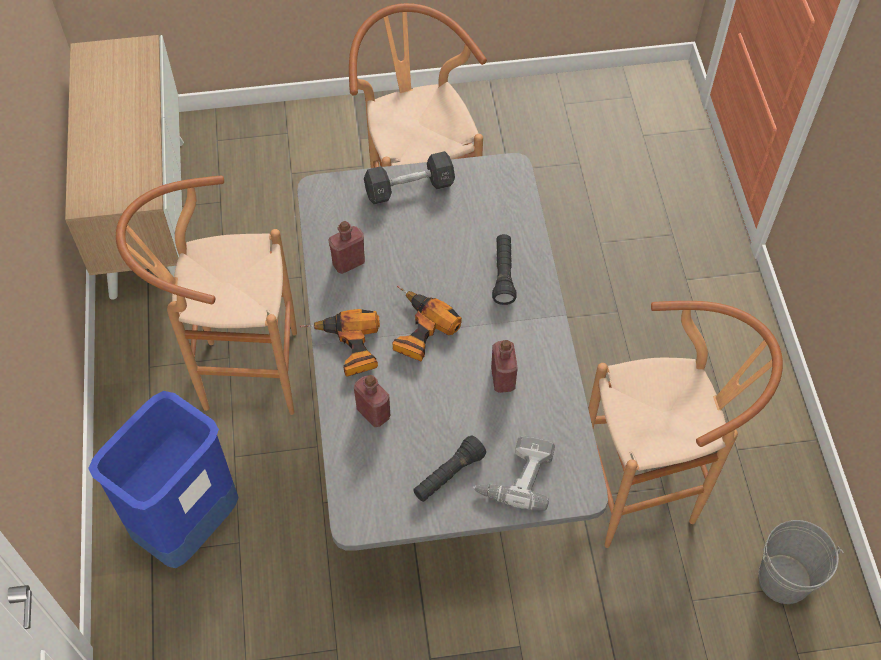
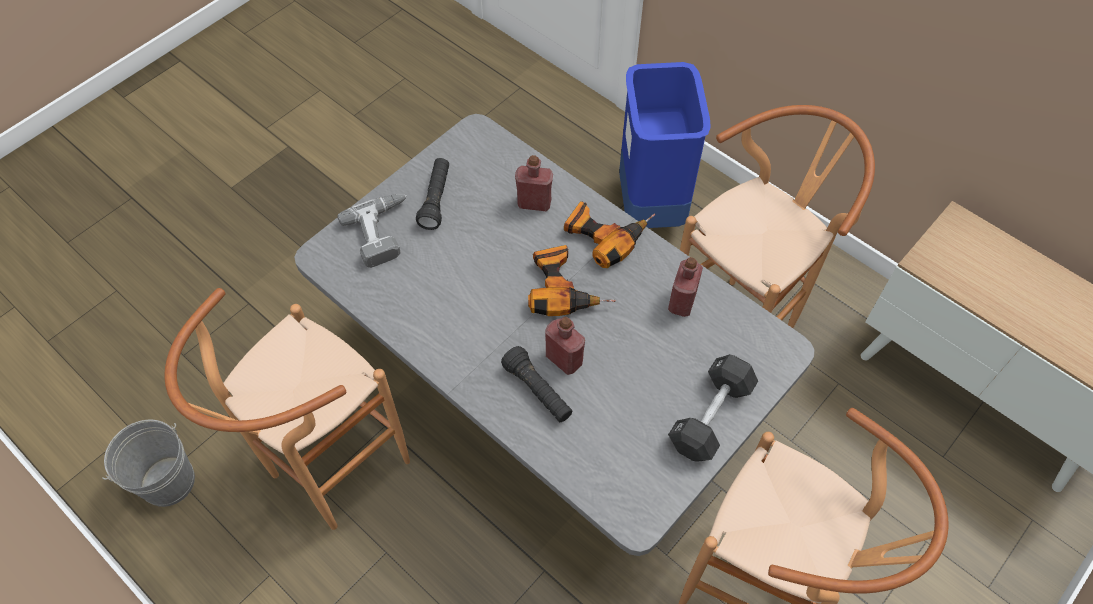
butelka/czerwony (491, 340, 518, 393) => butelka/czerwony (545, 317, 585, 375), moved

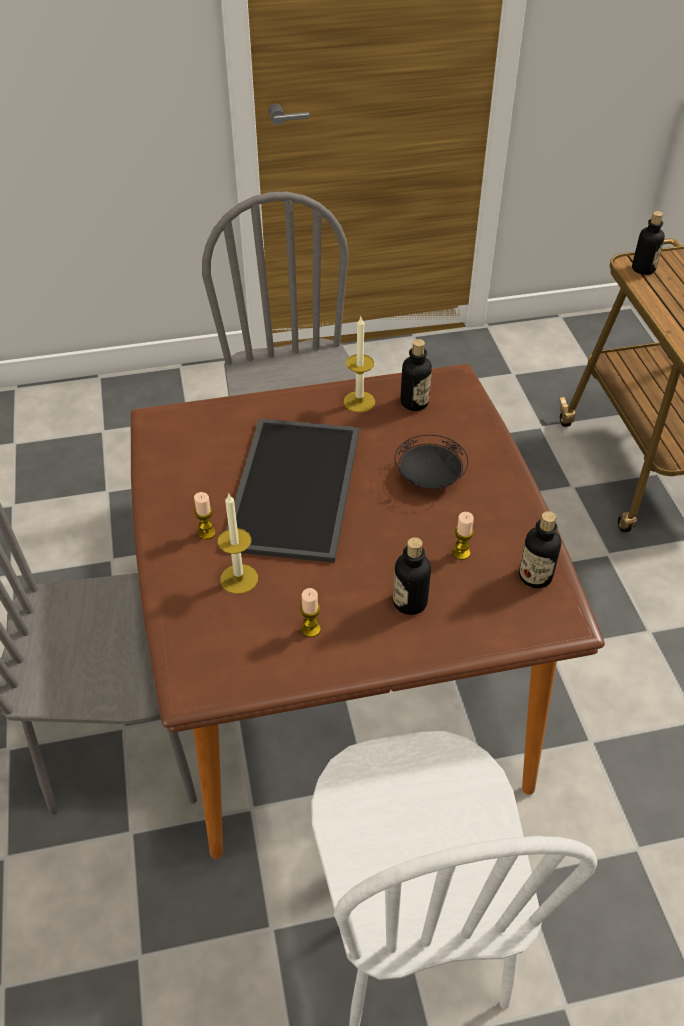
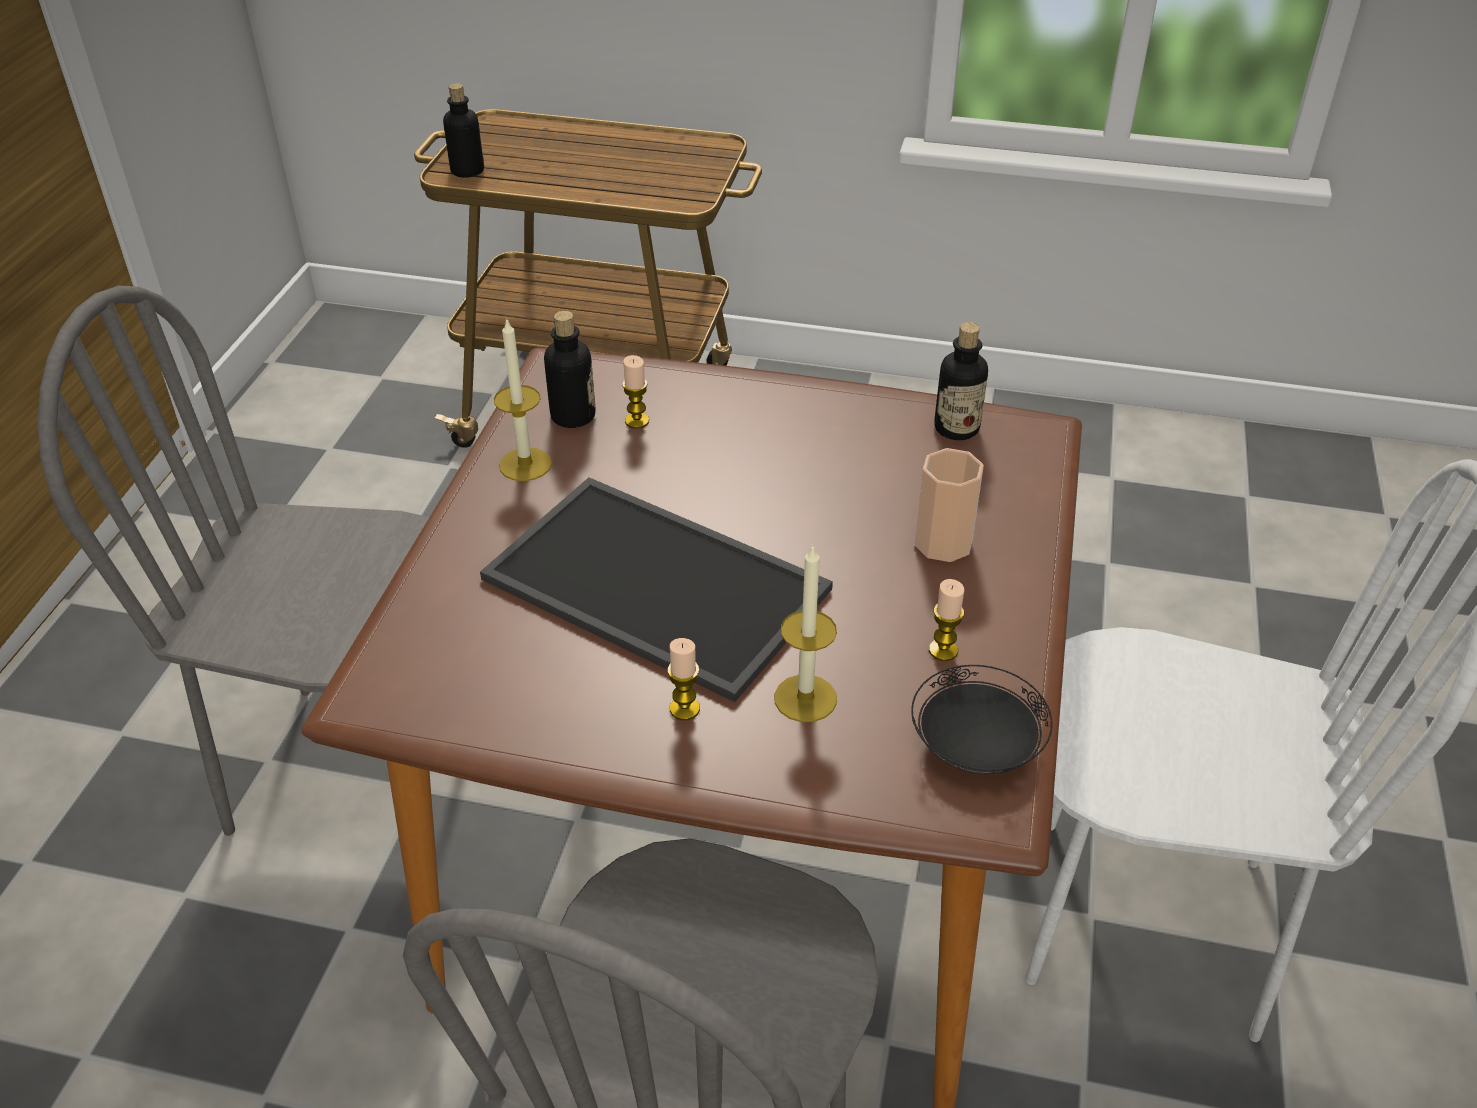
talerz/czarny (395, 435, 468, 489) => talerz/czarny (911, 665, 1053, 774), moved
świeca (452, 512, 474, 560) => świeca (622, 355, 649, 429), moved
butelka (393, 537, 431, 615) => filiżanka (914, 448, 984, 562)

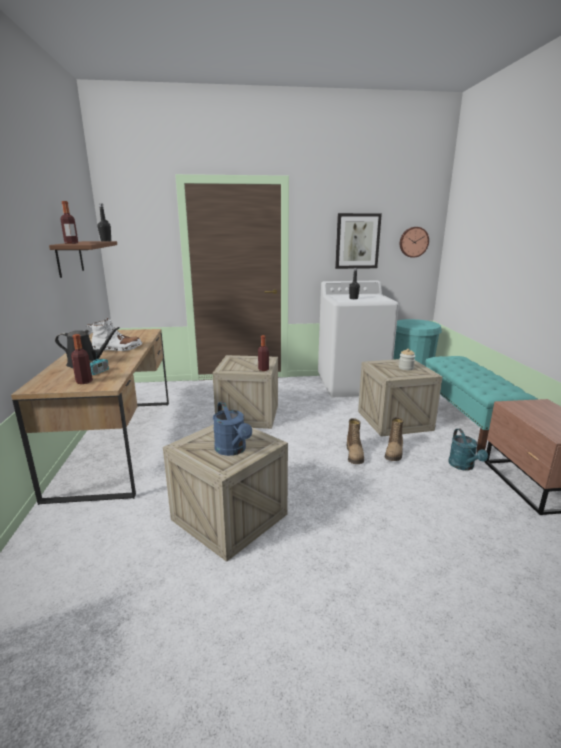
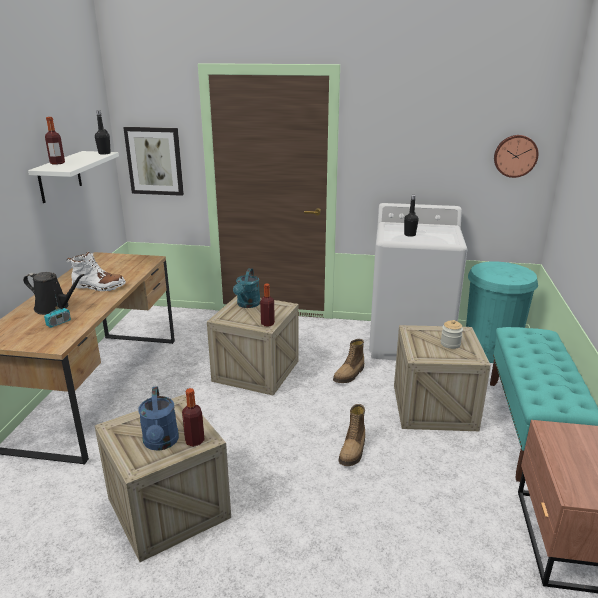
obraz (335, 213, 382, 269) => obraz (123, 127, 184, 196), moved
półka/brązowy (49, 241, 117, 278) => półka/biały (28, 151, 119, 203)
butelka (71, 334, 93, 384) => butelka (182, 388, 205, 447), moved
but z cholewką (385, 417, 404, 461) => but z cholewką (333, 339, 364, 383), moved
konewka/turkusowy (448, 429, 488, 471) => konewka/turkusowy (233, 268, 261, 308), moved

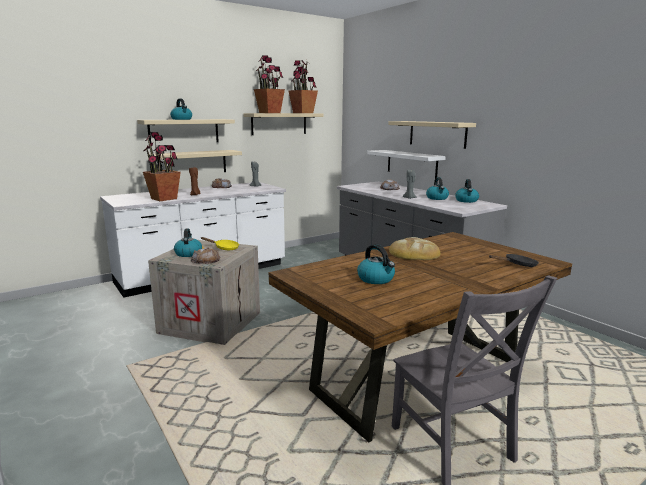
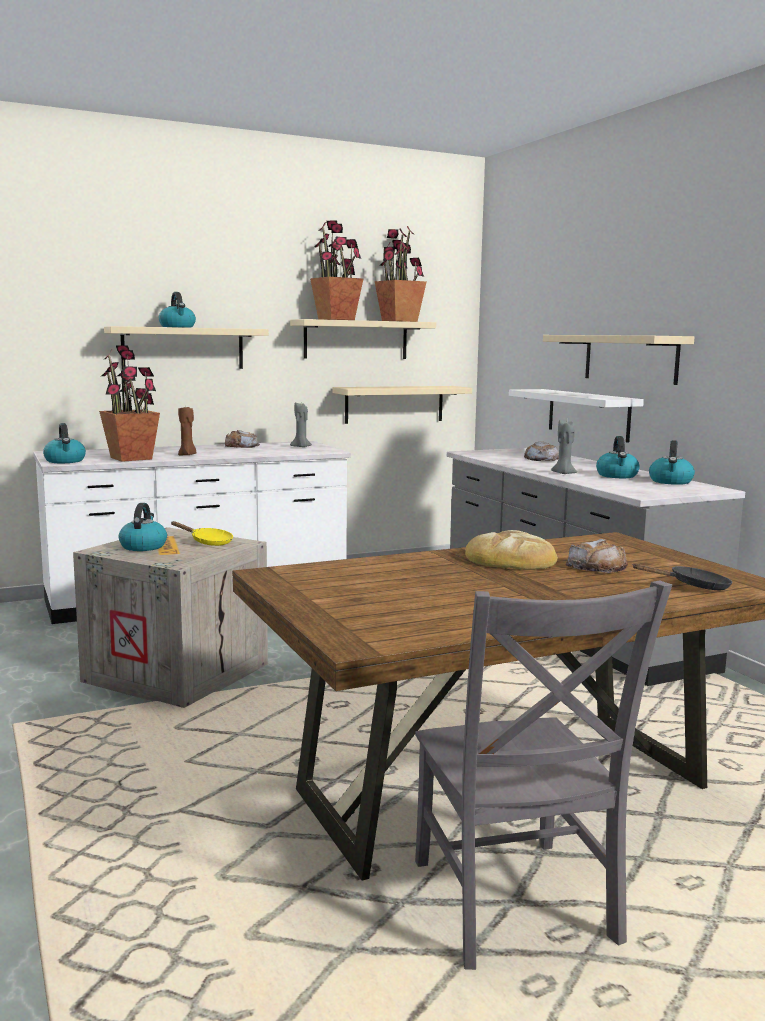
półka/beżowy (149, 150, 242, 172) => półka/beżowy (332, 386, 472, 424), moved
czajnik (357, 244, 395, 284) => czajnik (43, 423, 86, 463), moved
chleb (191, 247, 220, 264) => chleb (566, 539, 628, 573), moved

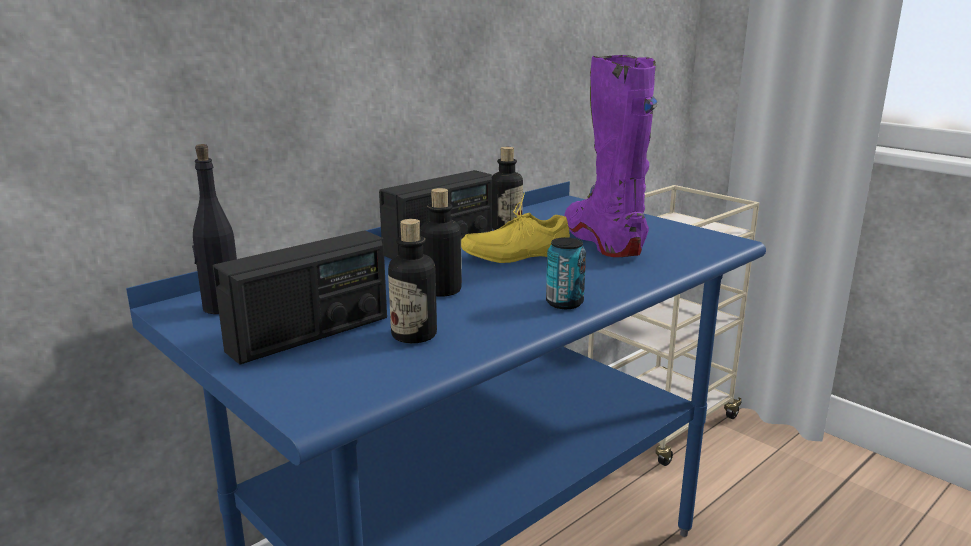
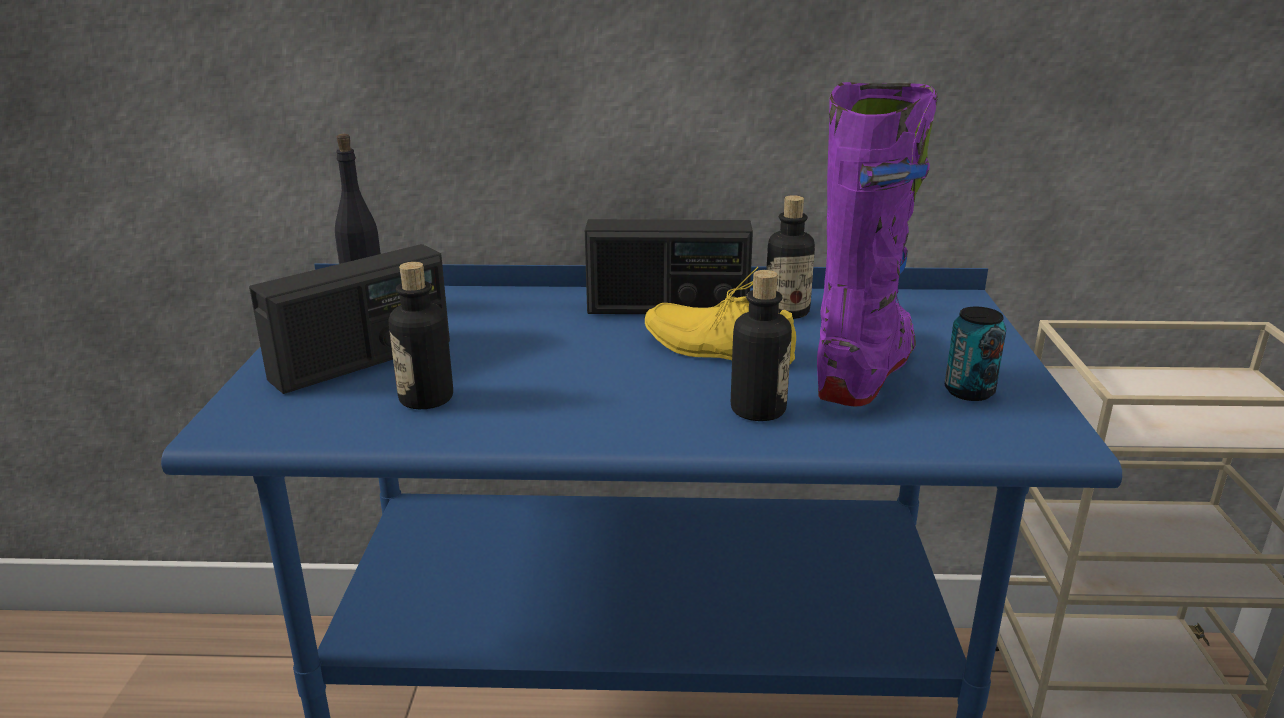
butelka (420, 188, 462, 297) => butelka (731, 270, 792, 421), moved
radio (213, 230, 387, 364) => radio (249, 244, 450, 394), 45 degrees counterclockwise
puszka (546, 237, 586, 309) => puszka (945, 307, 1006, 401), moved

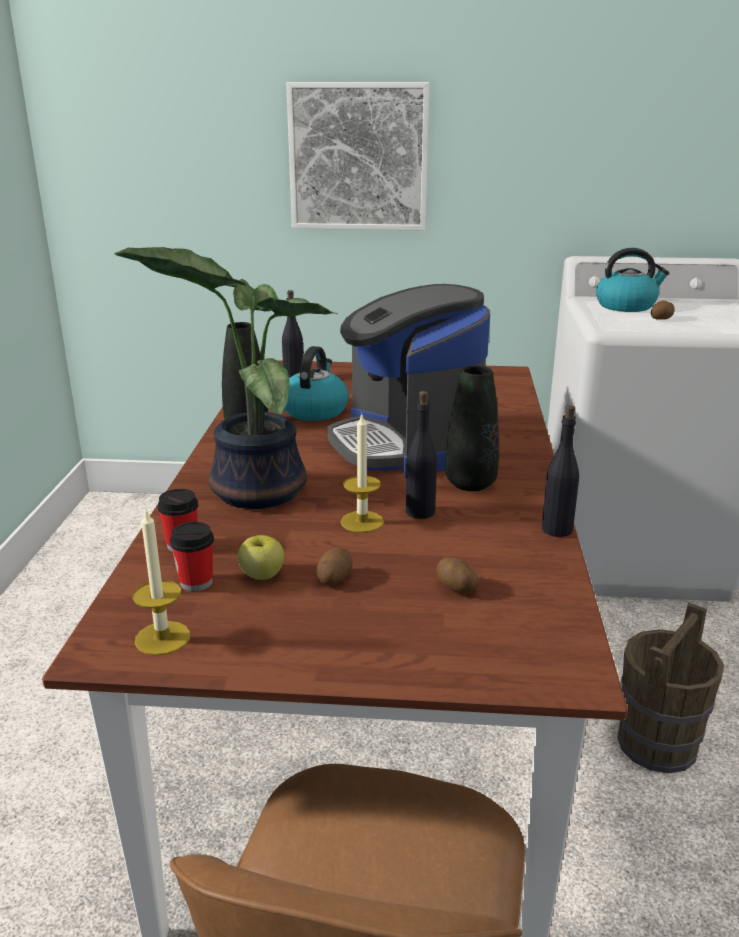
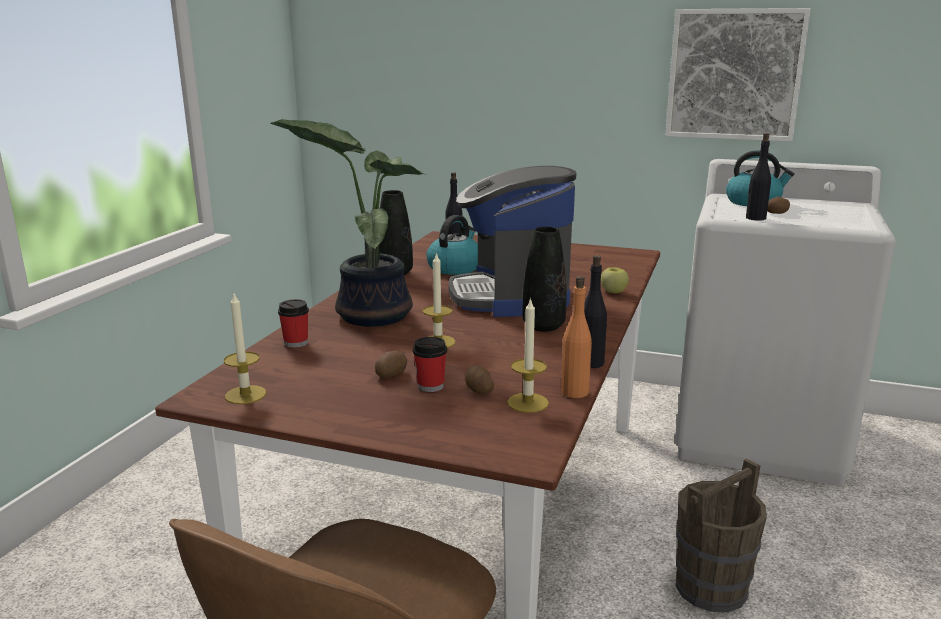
obraz (286, 82, 430, 231) => obraz (665, 8, 811, 142), moved
butelka/czarny (405, 391, 437, 519) => butelka/czarny (746, 133, 771, 221), moved
filiżanka (170, 522, 214, 591) => filiżanka (413, 337, 447, 392), moved
jabłko (238, 535, 284, 580) => jabłko (601, 267, 629, 293), moved
nothing => butelka/pomarańczowy (561, 276, 592, 398)
nothing => świeca (507, 297, 549, 413)

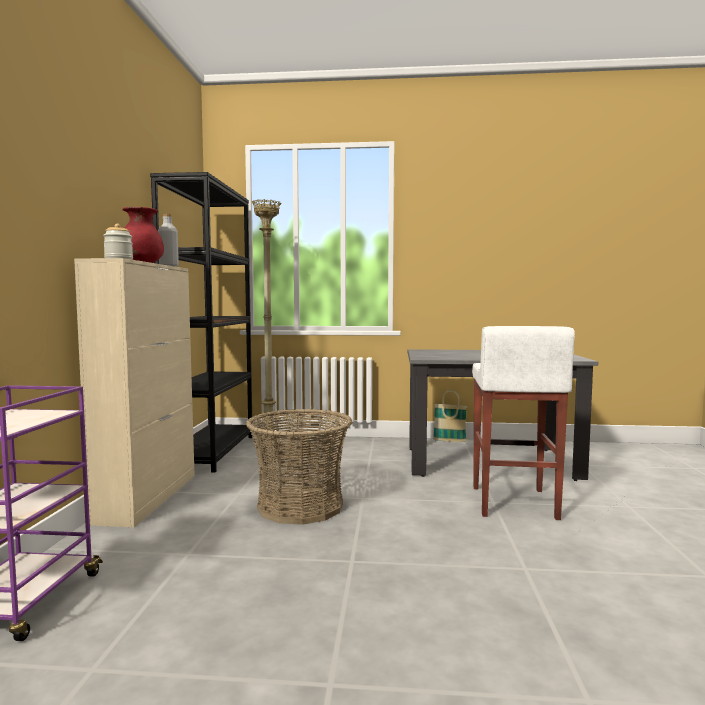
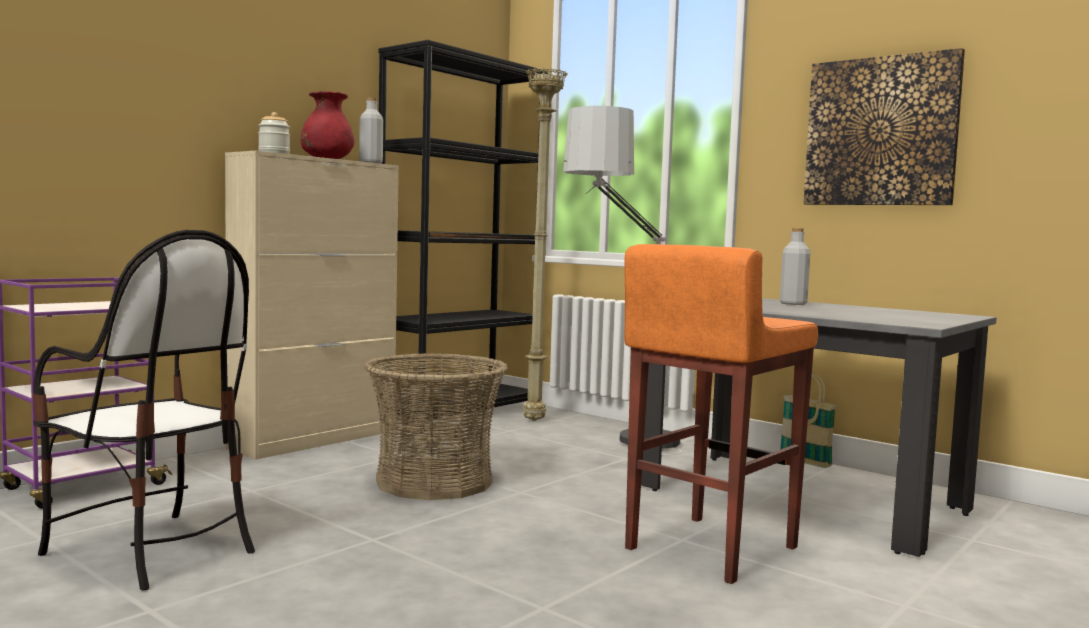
stołek/biały (472, 326, 575, 520) => stołek/pomarańczowy (624, 244, 818, 584)
nothing => obraz (804, 48, 965, 205)
nothing => lampa stojąca (563, 106, 681, 455)
nothing => butelka/szary (780, 228, 810, 305)
nothing => krzesło (33, 230, 255, 590)

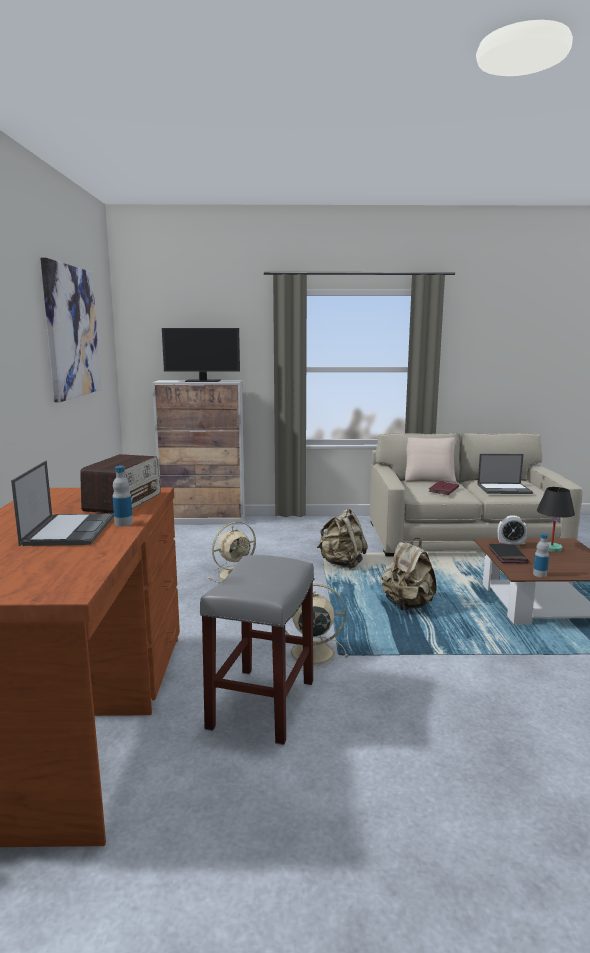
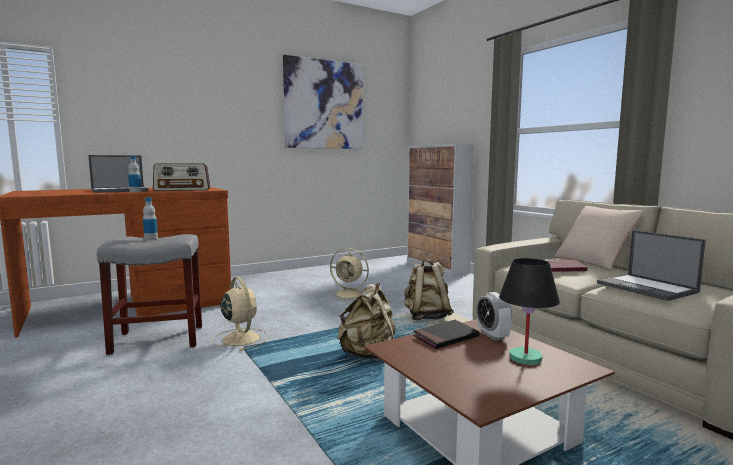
monitor (162, 328, 240, 382) => nothing
butelka (533, 533, 549, 577) => butelka (143, 198, 158, 240), moved

